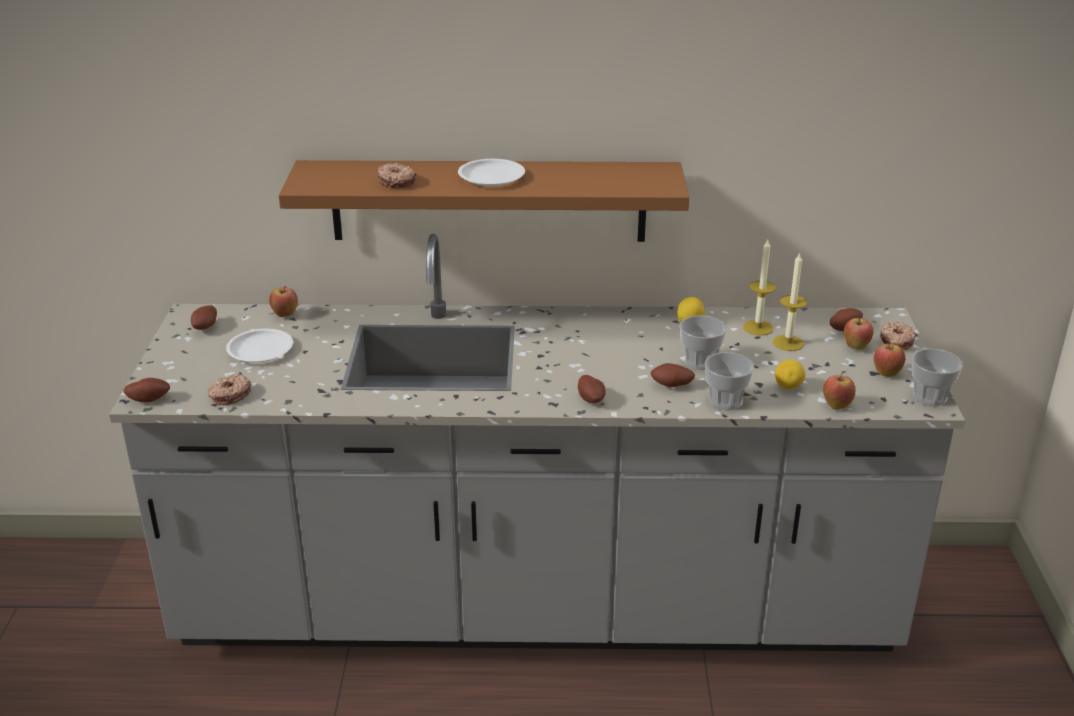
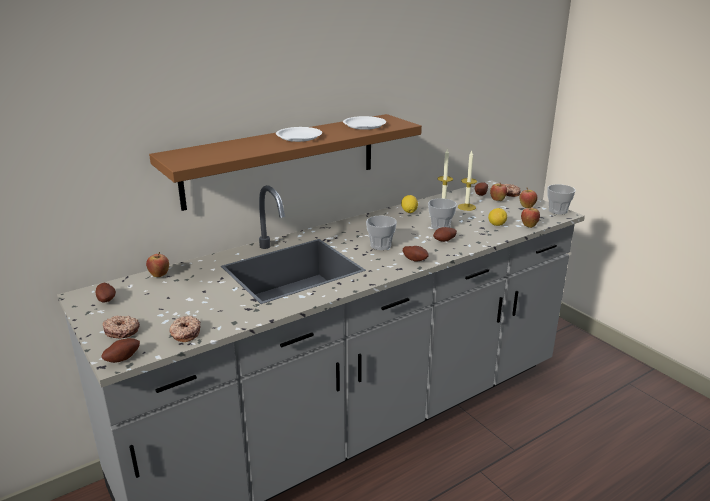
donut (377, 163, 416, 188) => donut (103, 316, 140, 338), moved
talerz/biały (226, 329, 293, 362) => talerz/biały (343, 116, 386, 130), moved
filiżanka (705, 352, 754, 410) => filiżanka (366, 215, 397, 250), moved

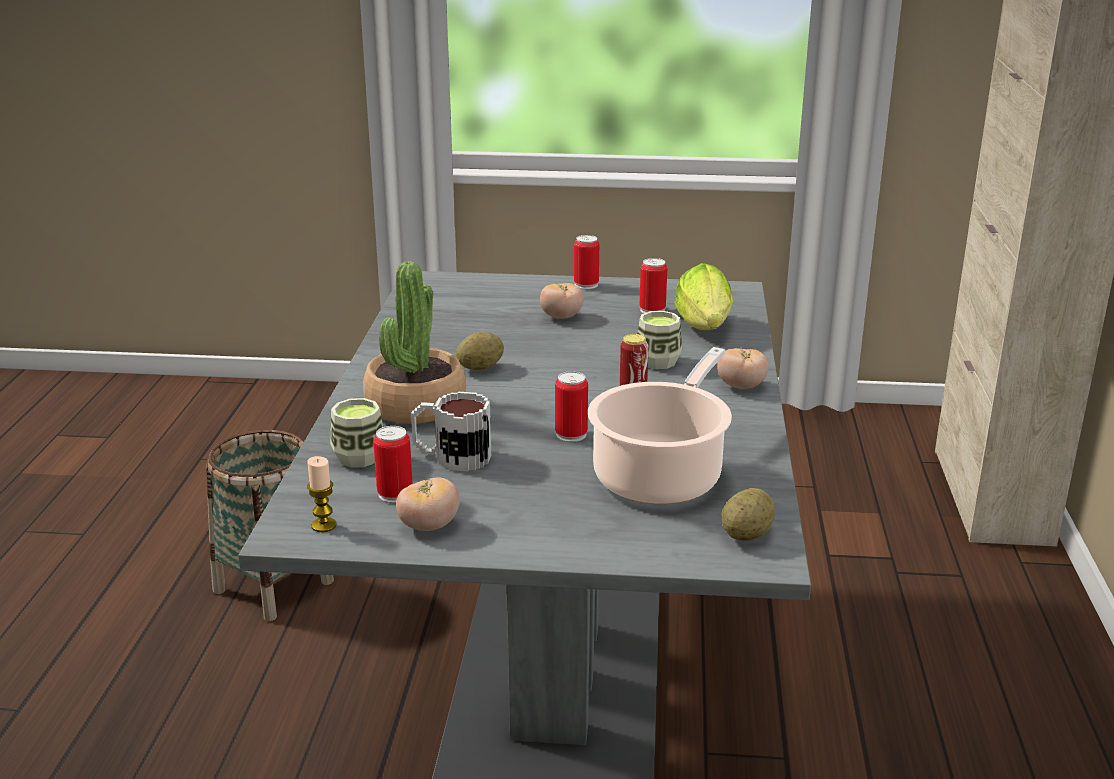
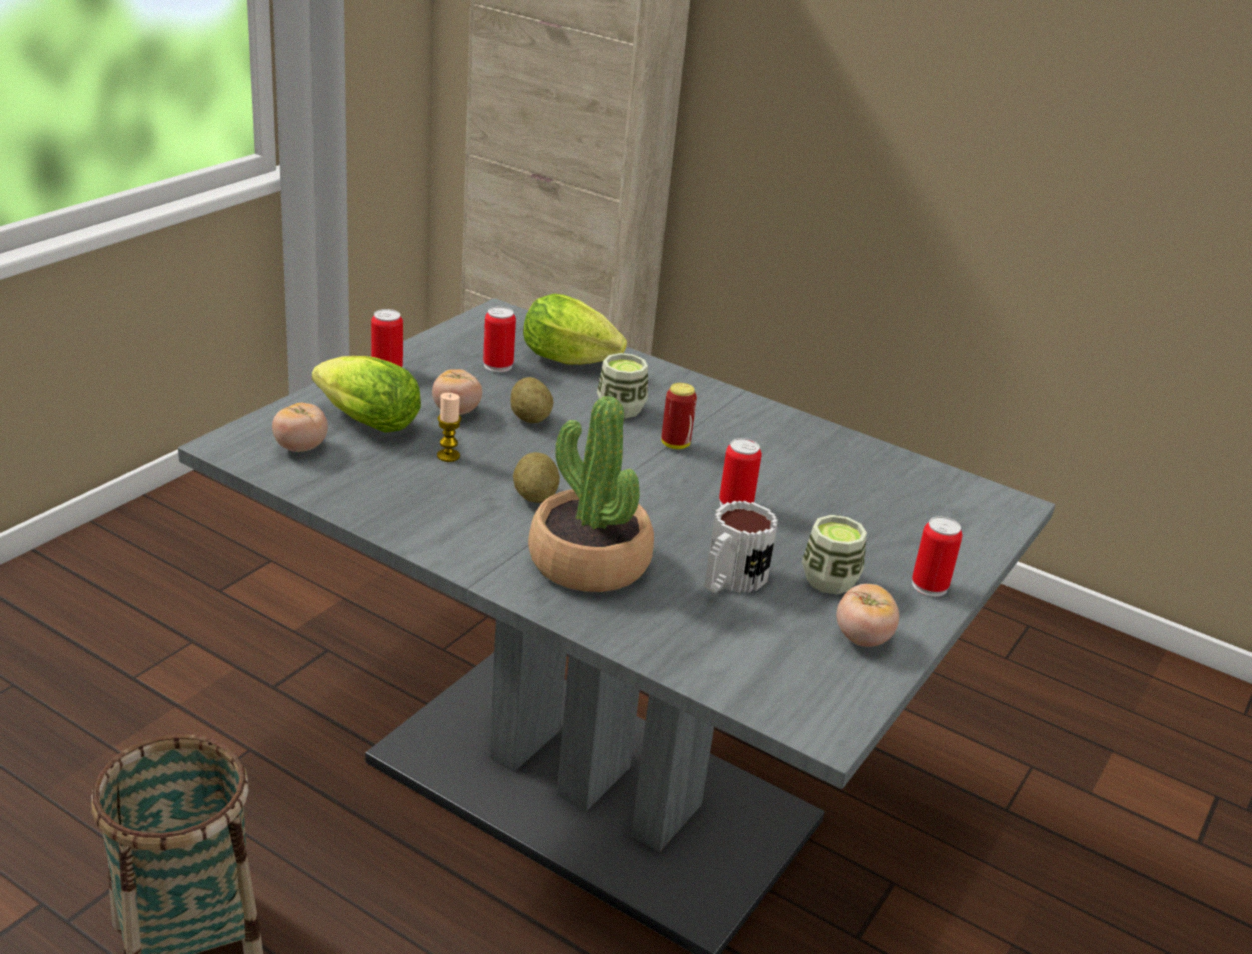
garnek (588, 347, 732, 504) => nothing
pomidor (717, 348, 769, 389) => pomidor (272, 403, 328, 452), moved
filiżanka (330, 398, 383, 468) => filiżanka (802, 515, 867, 594), moved
puszka (373, 426, 413, 503) => puszka (912, 516, 962, 597), moved
świeca (307, 456, 337, 532) => świeca (437, 393, 461, 462), moved
ziemniak (721, 488, 775, 541) => ziemniak (510, 377, 553, 423), moved
nothing => sałata (312, 356, 421, 433)

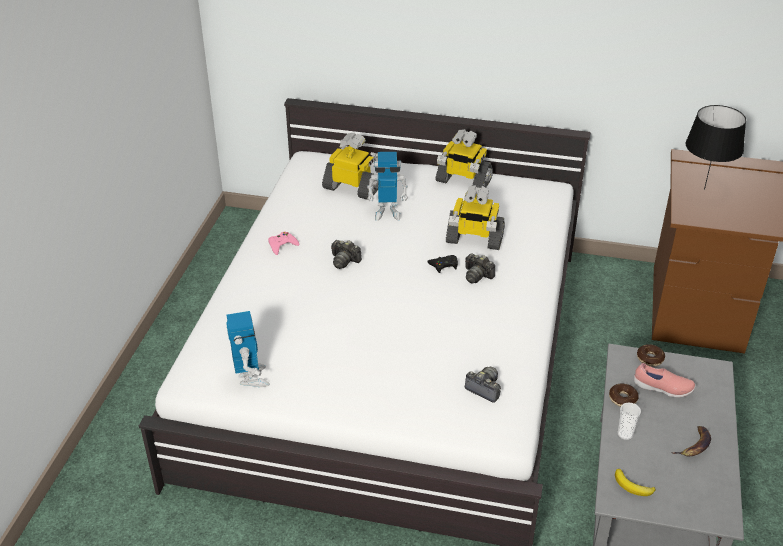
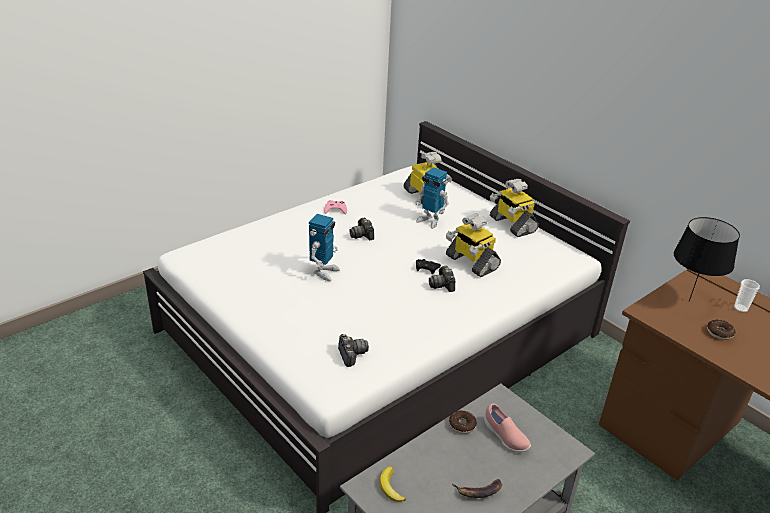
robot zabawkowy (226, 311, 270, 387) => robot zabawkowy (309, 214, 340, 281), moved
donut (637, 344, 665, 367) => donut (707, 320, 736, 340), moved
filiżanka (618, 403, 641, 440) => filiżanka (734, 279, 760, 312), moved

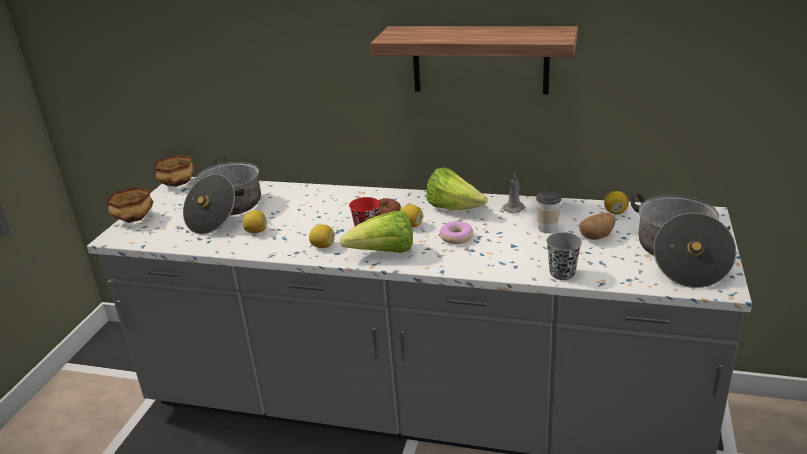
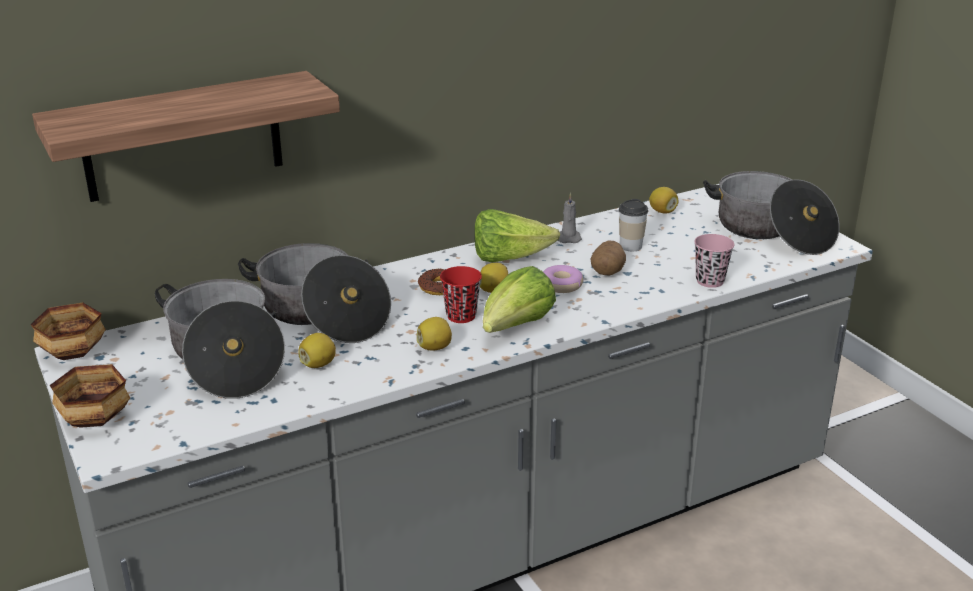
półka (370, 26, 578, 94) => półka (32, 71, 340, 202), moved
ziemniak (579, 213, 615, 240) => ziemniak (590, 240, 626, 276), moved
filiżanka/szary (546, 232, 582, 280) => filiżanka/różowy (694, 234, 734, 288)
nothing => garnek (238, 243, 391, 343)

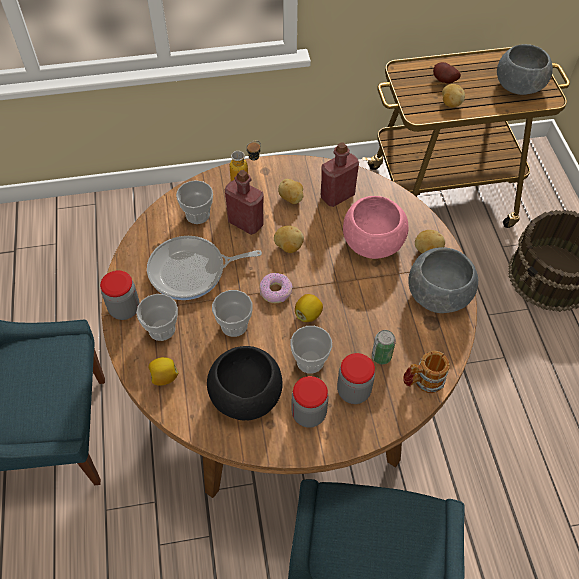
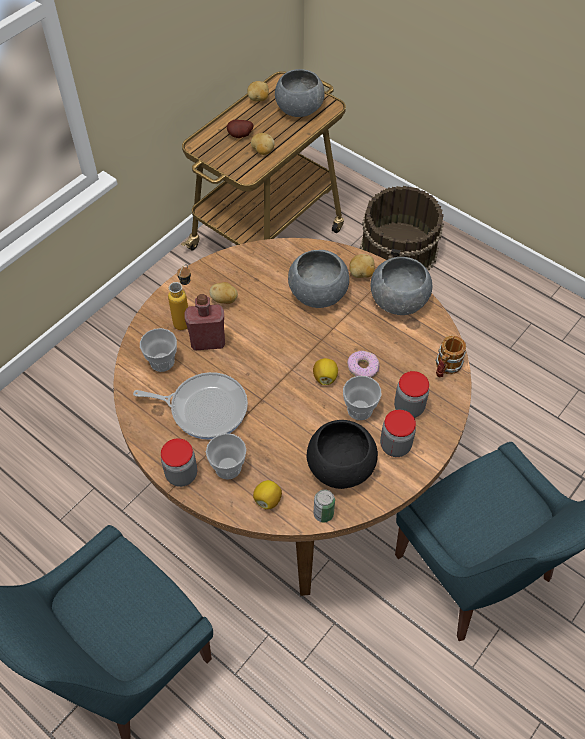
butelka/czerwony (321, 142, 359, 207) => nothing
miska/różowy (343, 196, 409, 259) => miska/szary (288, 250, 349, 308)
ziemniak (274, 225, 304, 253) => ziemniak (247, 81, 269, 102), moved
patelnia (147, 236, 262, 300) => patelnia (133, 372, 248, 440), 120 degrees counterclockwise
donut (259, 273, 293, 303) => donut (347, 351, 379, 378), moved
filiżanka (212, 290, 253, 337) => nothing
puszka (372, 330, 396, 364) => puszka (314, 489, 335, 522), moved

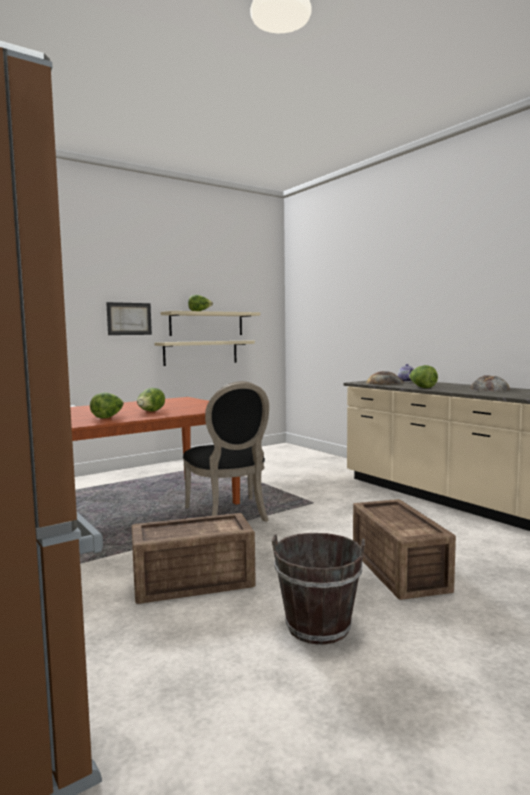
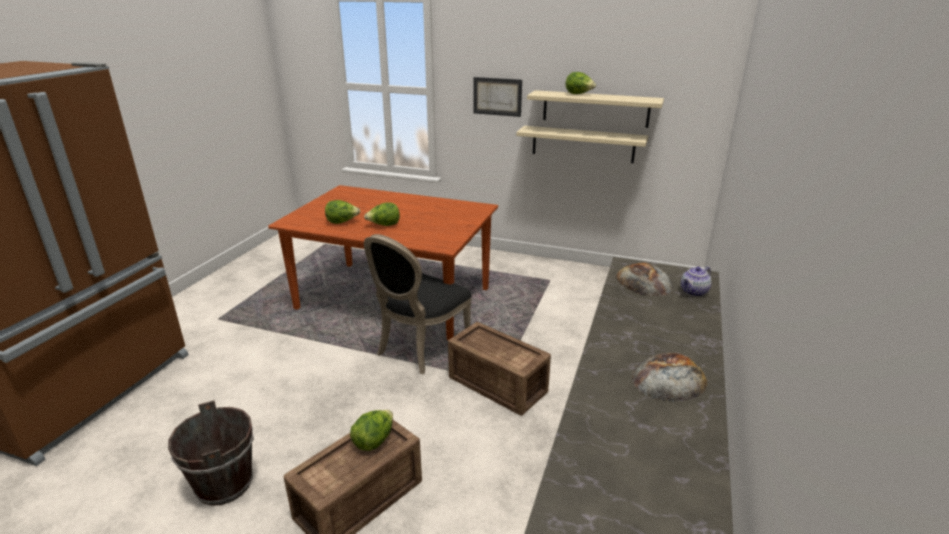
sałata (409, 365, 438, 388) => sałata (350, 410, 393, 451), moved
skrzynka (132, 513, 256, 604) => skrzynka (448, 322, 551, 416), moved

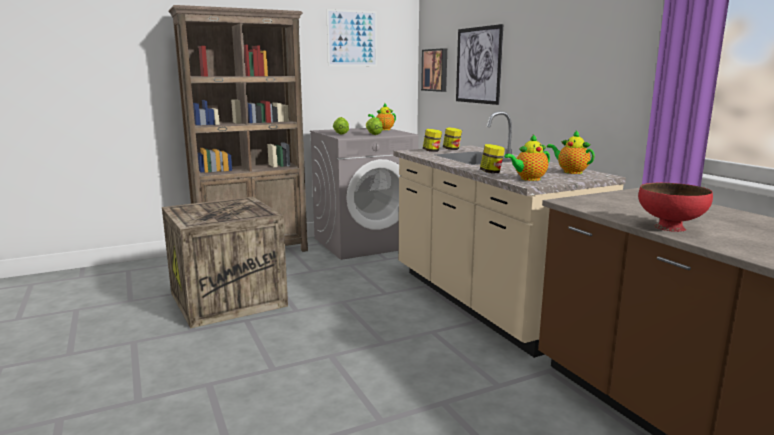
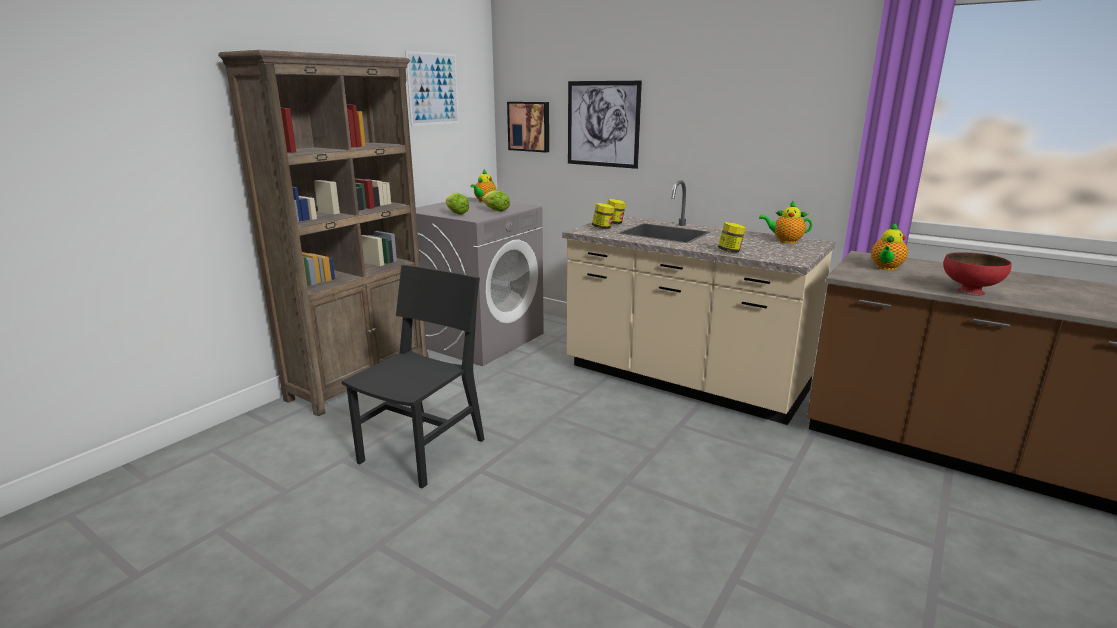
imbryk (504, 134, 550, 181) => imbryk (871, 222, 908, 270), moved
skrzynka (162, 197, 288, 328) => krzesło/czarny (342, 265, 485, 489)

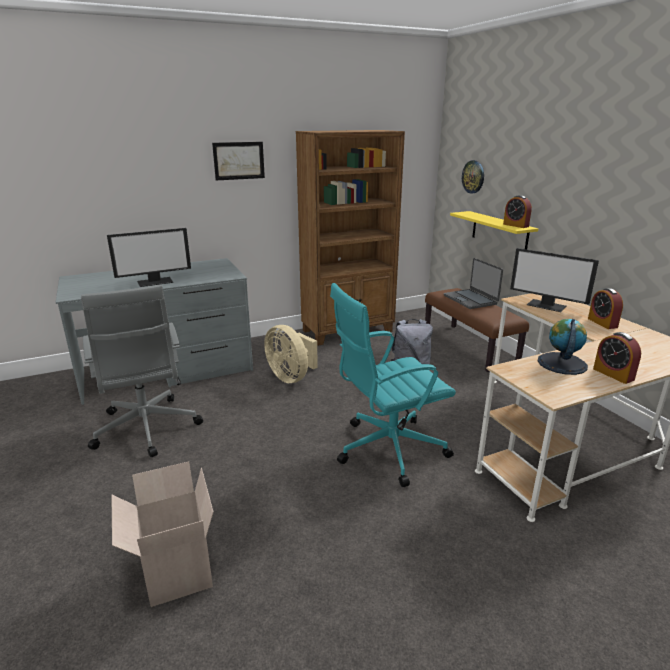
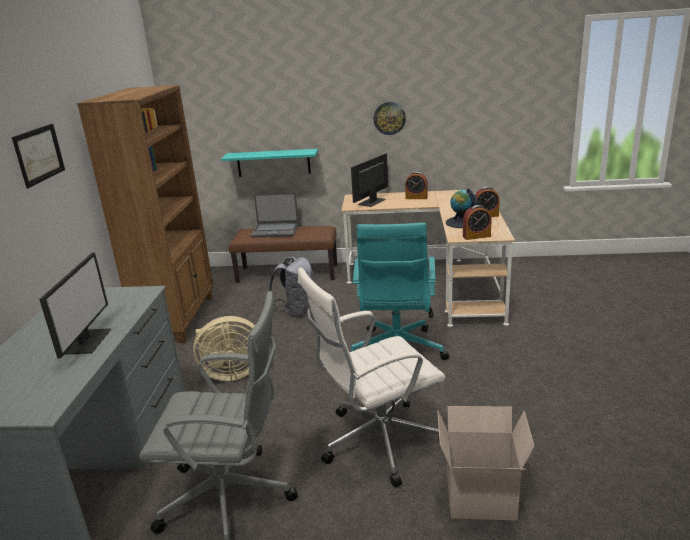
zegar ścienny (462, 160, 484, 194) => zegar ścienny (373, 102, 406, 135), moved
budzik (503, 195, 532, 228) => budzik (463, 205, 492, 240), moved
półka/żółty (450, 211, 538, 249) => półka/turkusowy (221, 149, 318, 177)
monitor (510, 248, 599, 312) => monitor (351, 153, 388, 207), 150 degrees clockwise
nothing => krzesło biurowe/biały (298, 268, 446, 487)

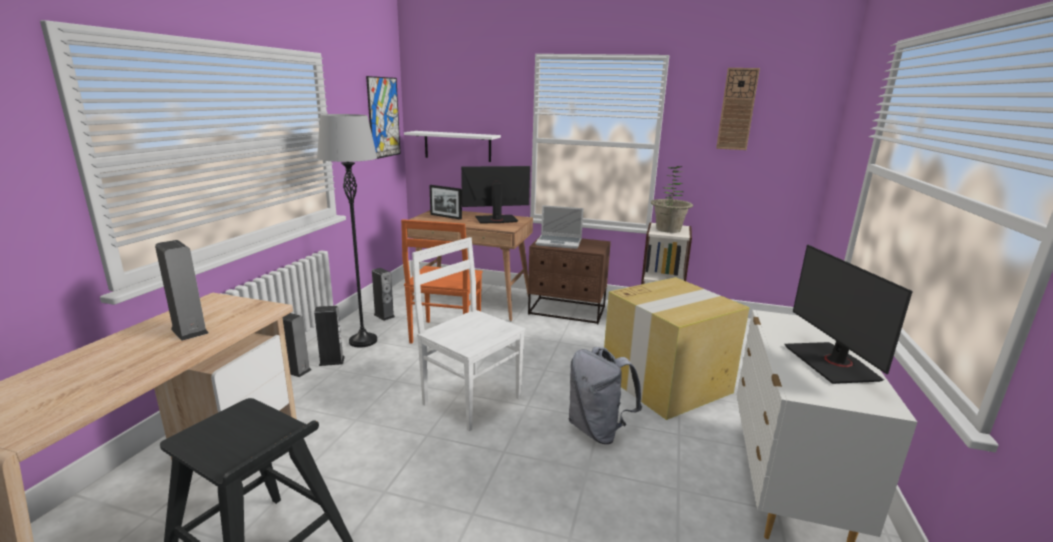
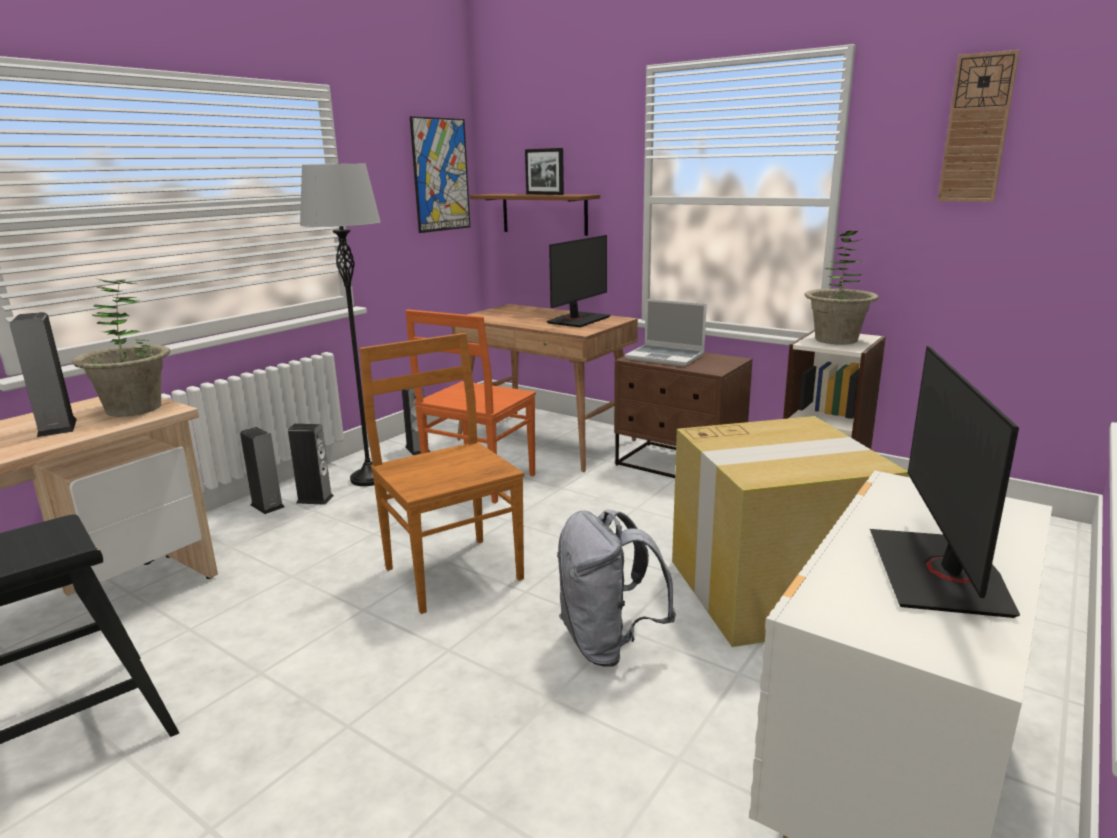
półka/biały (404, 131, 501, 162) => półka/brązowy (470, 194, 600, 236)
monitor (461, 166, 530, 223) => monitor (546, 235, 611, 327), 120 degrees clockwise
ramka na zdjęcie (429, 185, 462, 220) => ramka na zdjęcie (525, 148, 564, 195), moved
krzesło/biały (412, 237, 525, 431) => krzesło/brązowy (359, 333, 524, 614)
nothing => roślina doniczkowa (72, 279, 171, 417)

